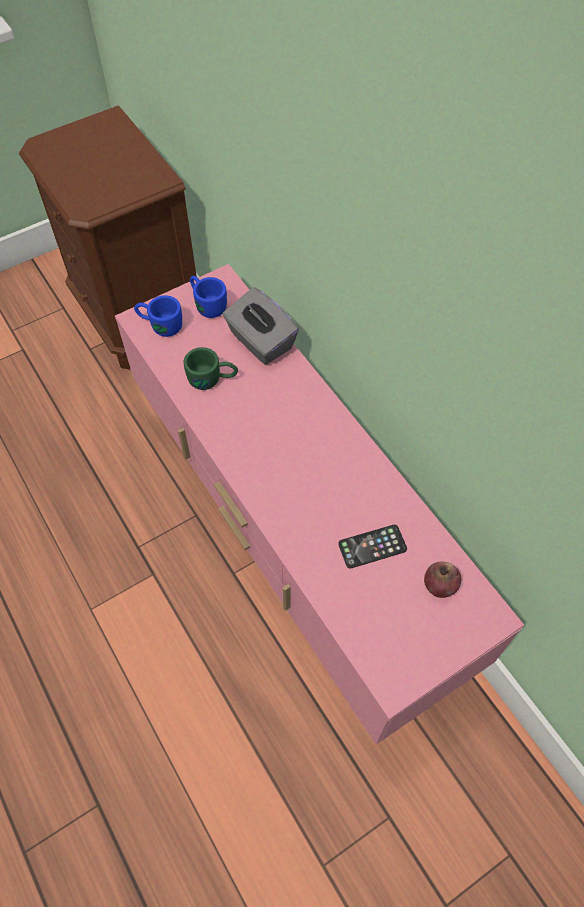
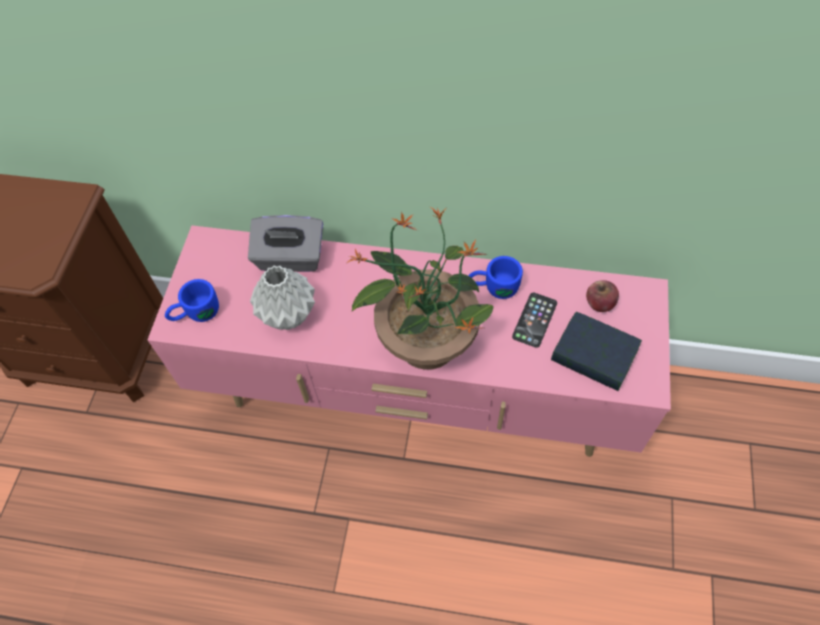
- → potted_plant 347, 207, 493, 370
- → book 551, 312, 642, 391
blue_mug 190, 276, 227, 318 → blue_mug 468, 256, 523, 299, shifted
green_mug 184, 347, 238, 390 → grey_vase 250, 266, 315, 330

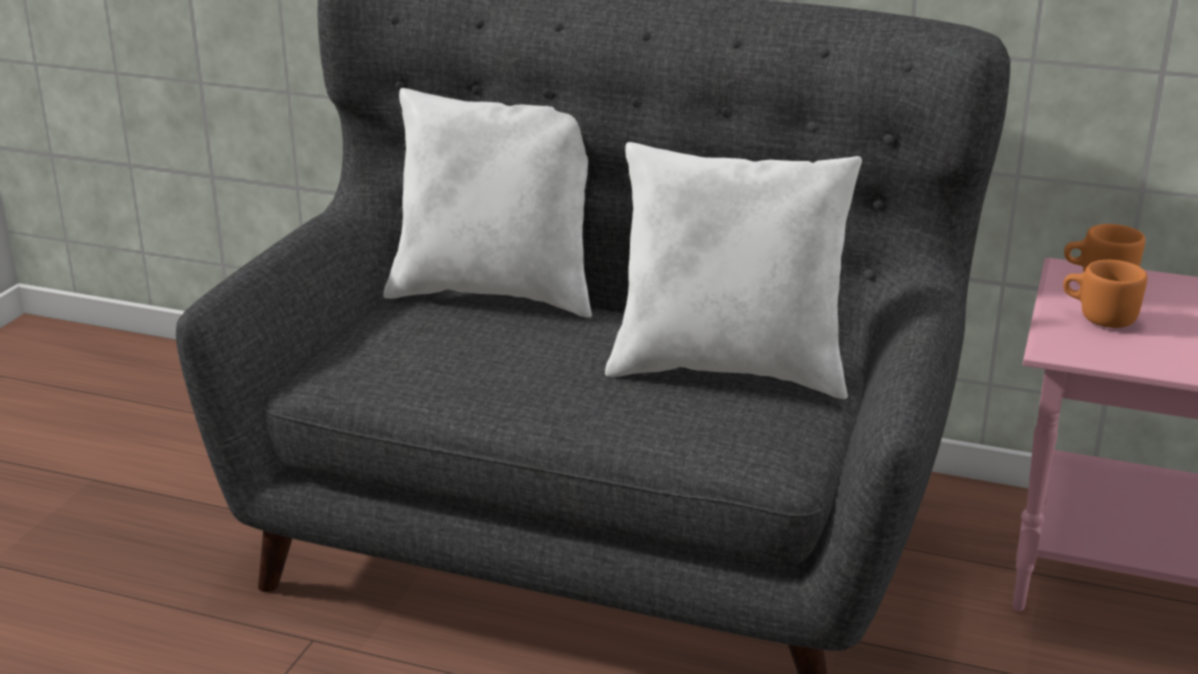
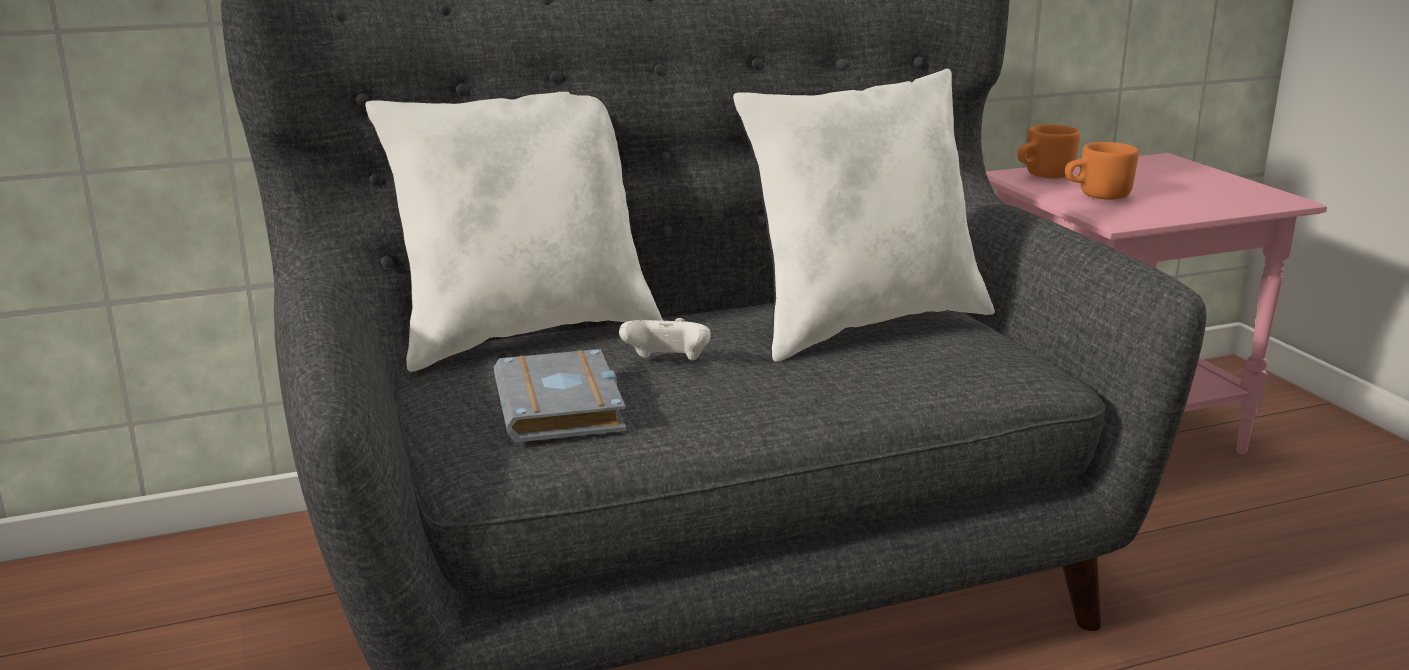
- → grey_book 494, 349, 626, 442
- → white_game_controller 619, 318, 711, 361

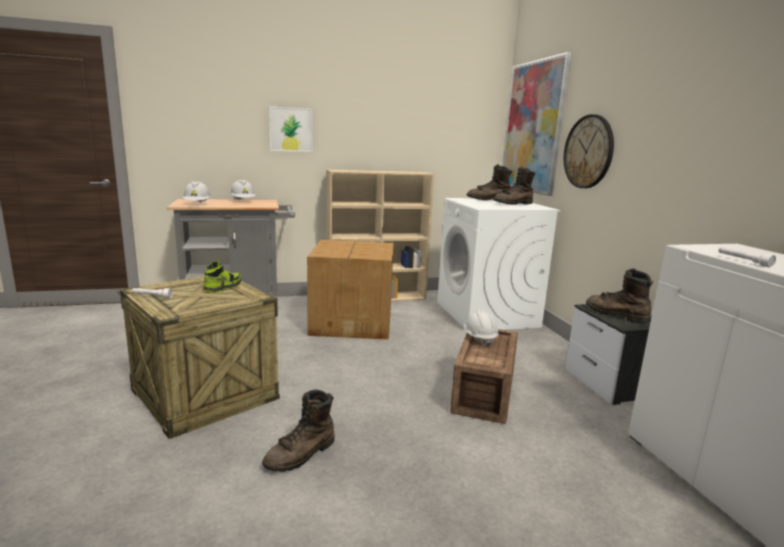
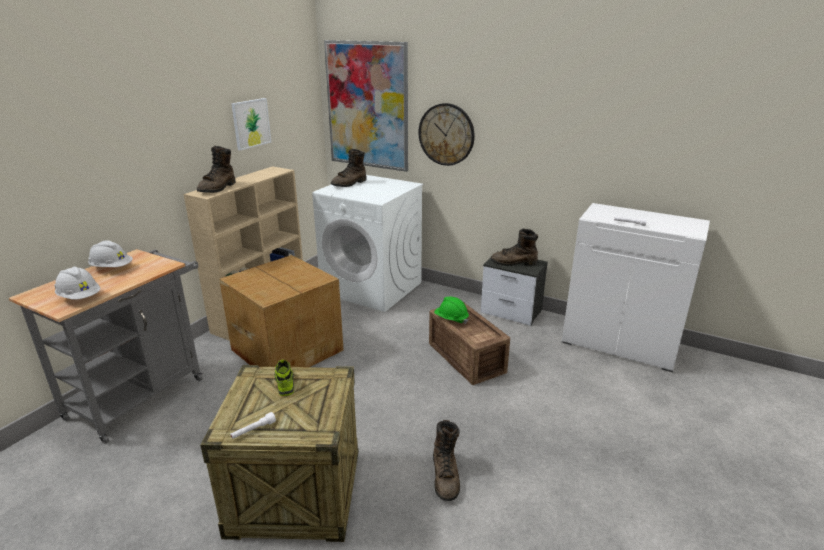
picture 269, 106, 313, 152 → picture 231, 98, 271, 150, shifted
brown_boot 493, 166, 535, 205 → brown_boot 197, 146, 235, 193, shifted
white_hard_hat 464, 310, 499, 347 → green_hard_hat 434, 297, 469, 324

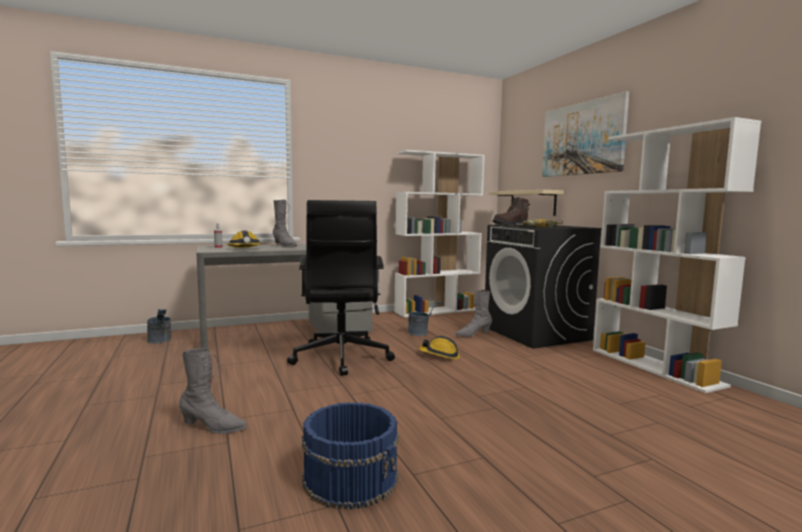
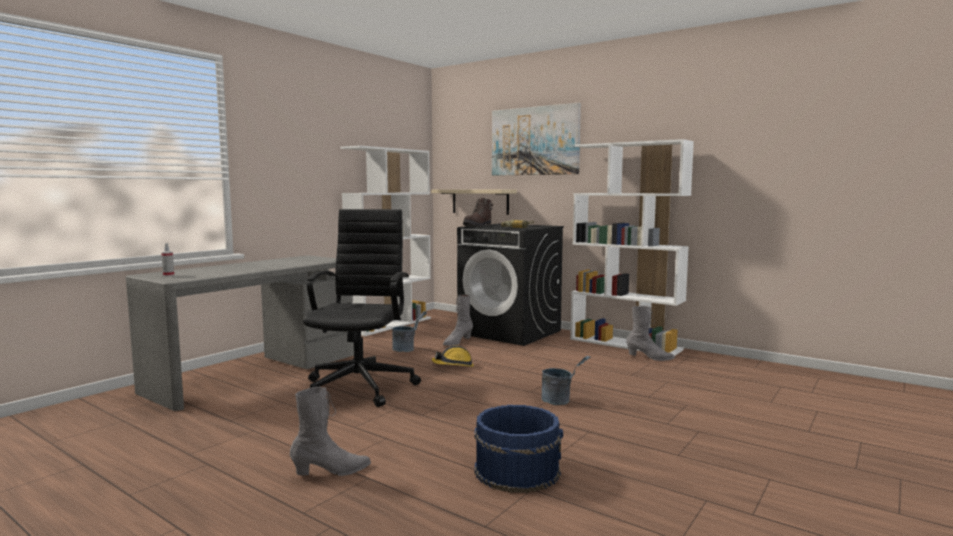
hard_hat 227, 230, 261, 248 → -
grey_bucket 147, 309, 171, 343 → grey_bucket 541, 356, 591, 405, shifted
grey_boot 273, 200, 297, 247 → grey_boot 626, 306, 675, 361, shifted
black_office_chair 287, 200, 395, 376 → black_office_chair 303, 209, 421, 407, 135 degrees counterclockwise

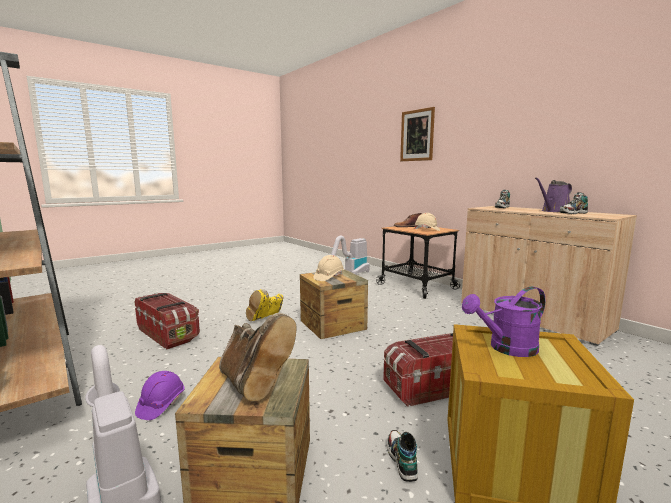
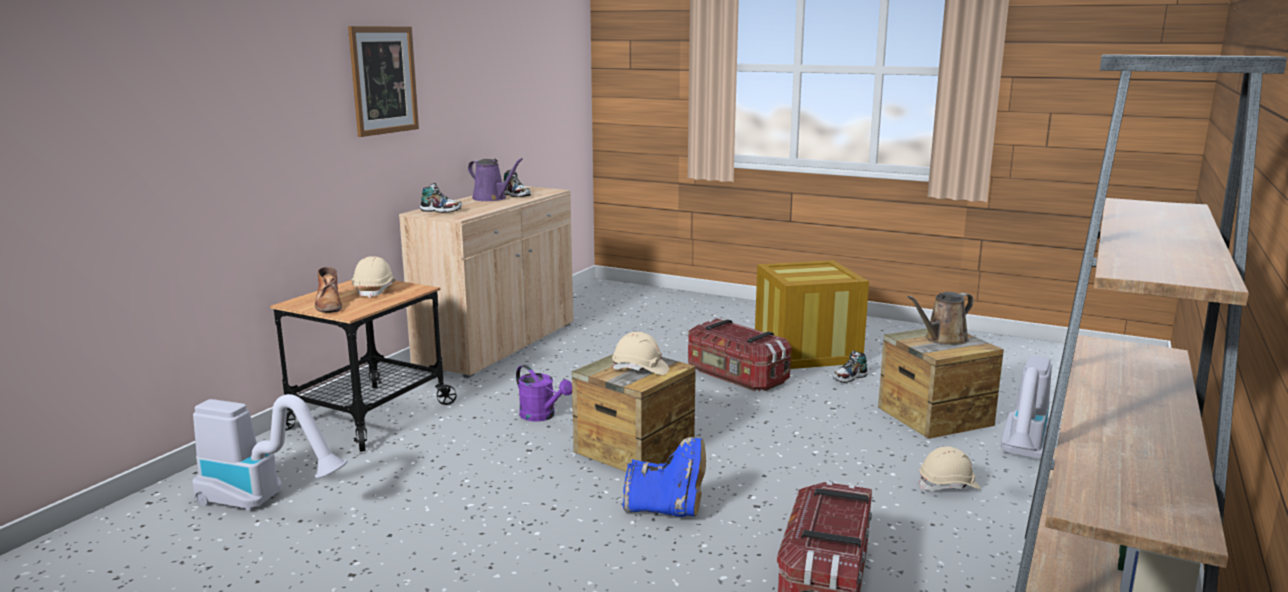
picture 400, 107, 435, 161 → picture 348, 26, 419, 137, shifted
purple_watering_can 462, 286, 545, 357 → purple_watering_can 516, 365, 572, 421, shifted
brown_boot 219, 313, 297, 401 → brown_watering_can 908, 292, 974, 345
purple_hard_hat 135, 371, 184, 420 → beige_hard_hat 919, 446, 981, 491
yellow_boot 246, 289, 284, 321 → blue_boot 622, 437, 706, 517

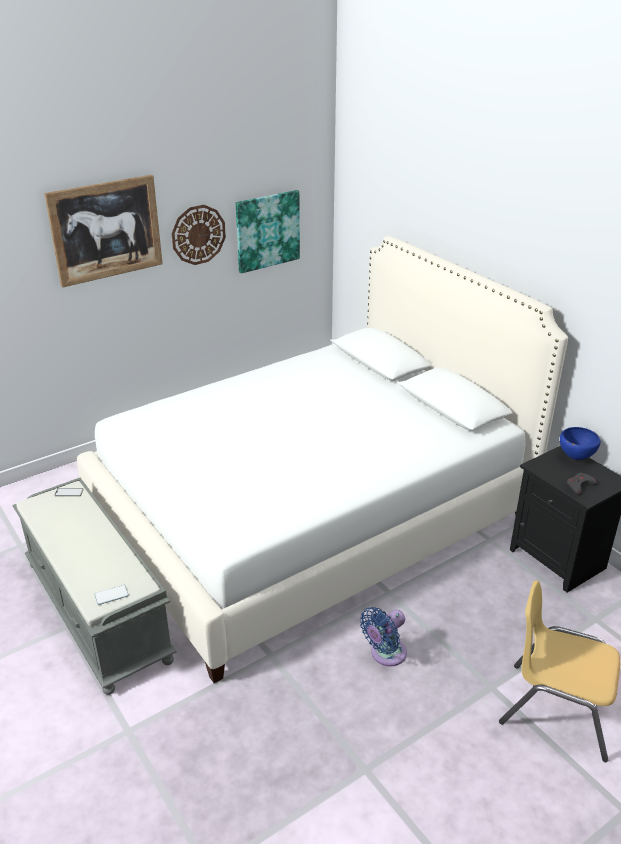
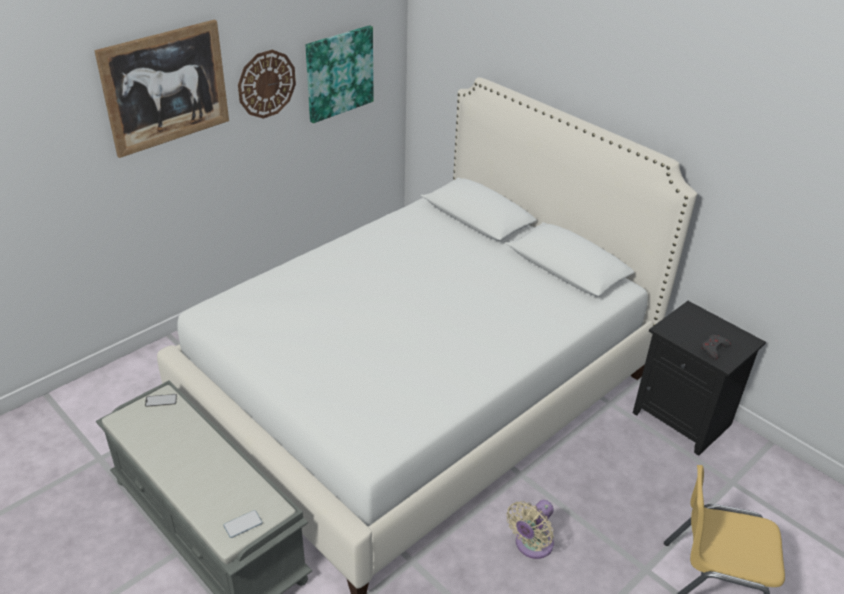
blue_bowl 560, 427, 601, 460 → -
blue_fan 360, 607, 407, 666 → beige_fan 507, 500, 554, 559

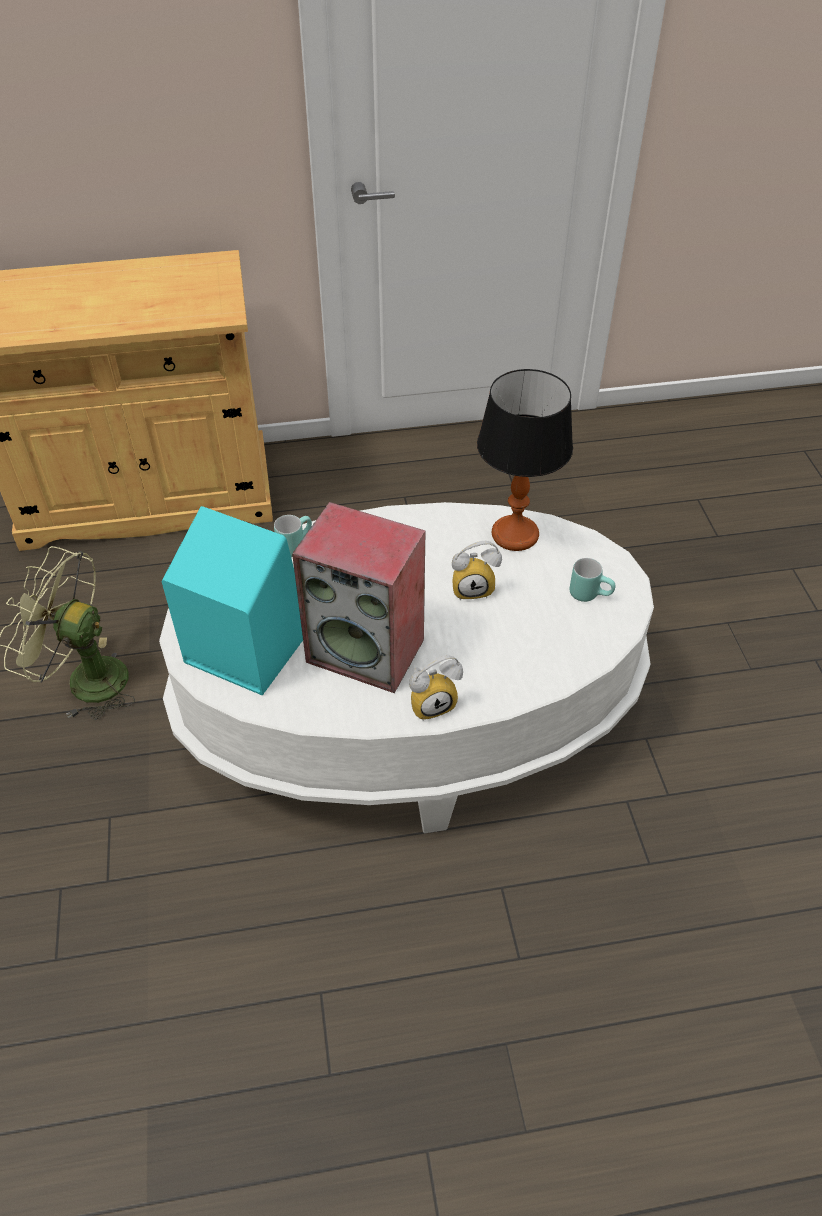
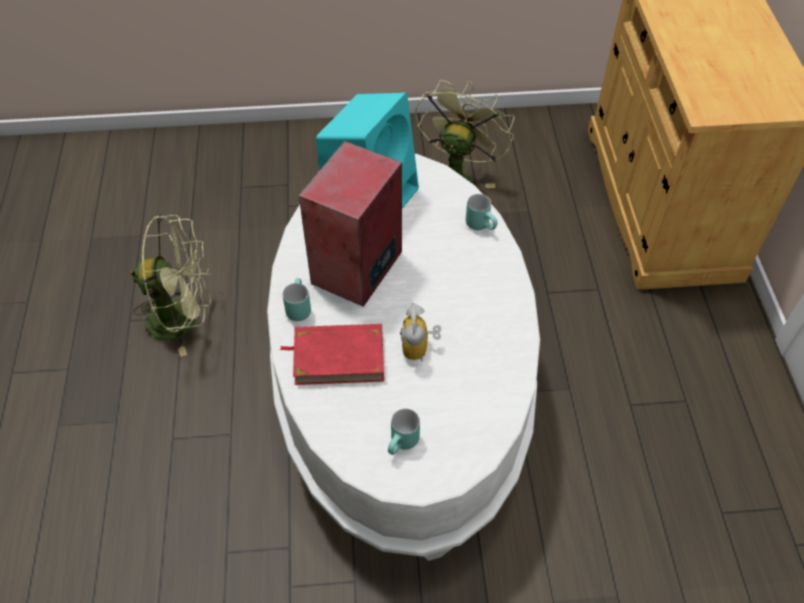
table_lamp 477, 369, 573, 551 → -
- → green_fan 130, 215, 211, 357
- → red_book 279, 324, 384, 385
alarm_clock 409, 655, 463, 720 → turquoise_mug 283, 278, 311, 321

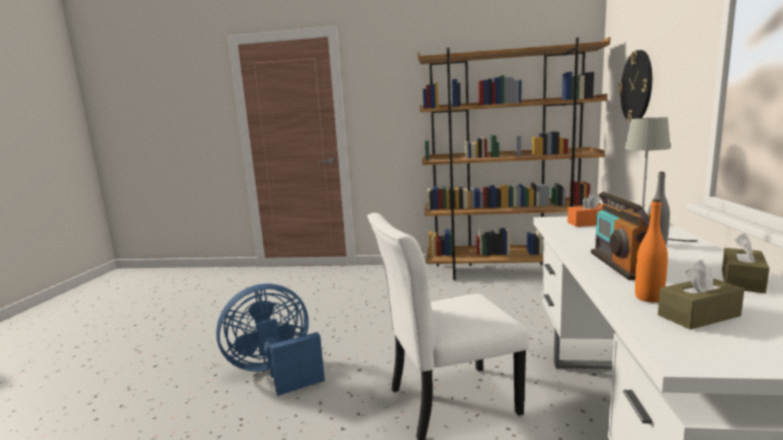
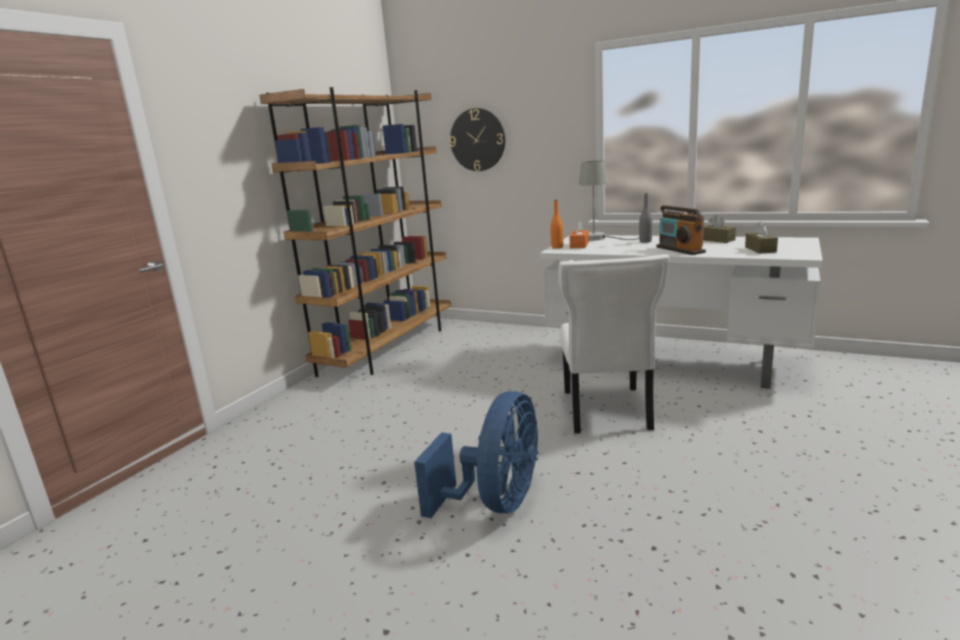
orange_bottle 635, 199, 668, 302 → orange_bottle 550, 200, 563, 249, shifted
blue_fan 216, 284, 325, 396 → blue_fan 414, 391, 538, 518, 150 degrees counterclockwise
radio 591, 192, 651, 280 → radio 657, 205, 706, 255, 45 degrees clockwise

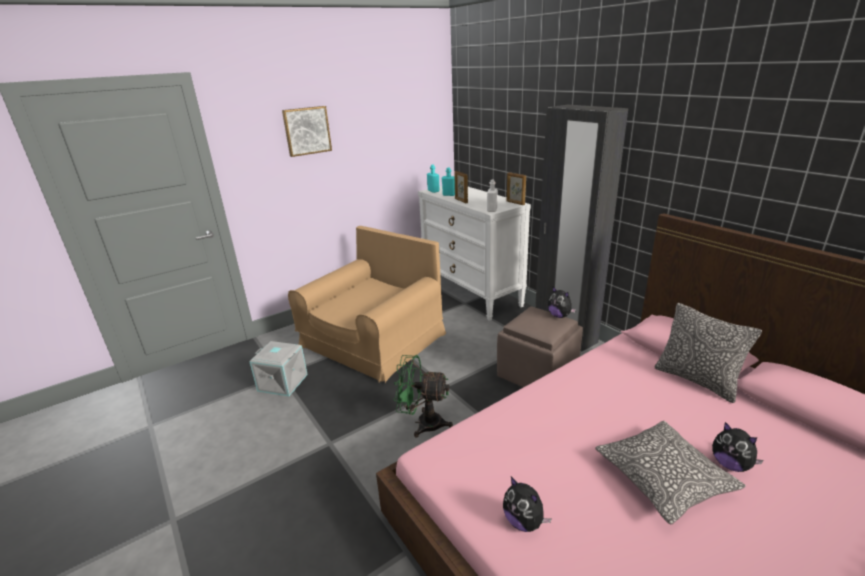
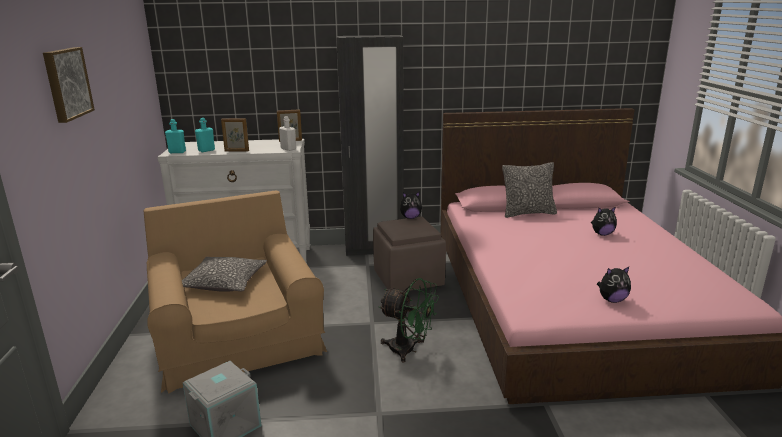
pillow 595, 421, 746, 524 → pillow 182, 257, 267, 292, shifted
green_fan 393, 355, 453, 438 → green_fan 379, 278, 439, 362, 105 degrees counterclockwise

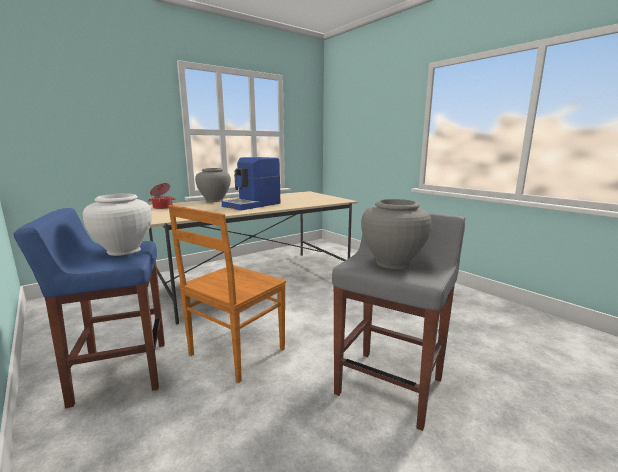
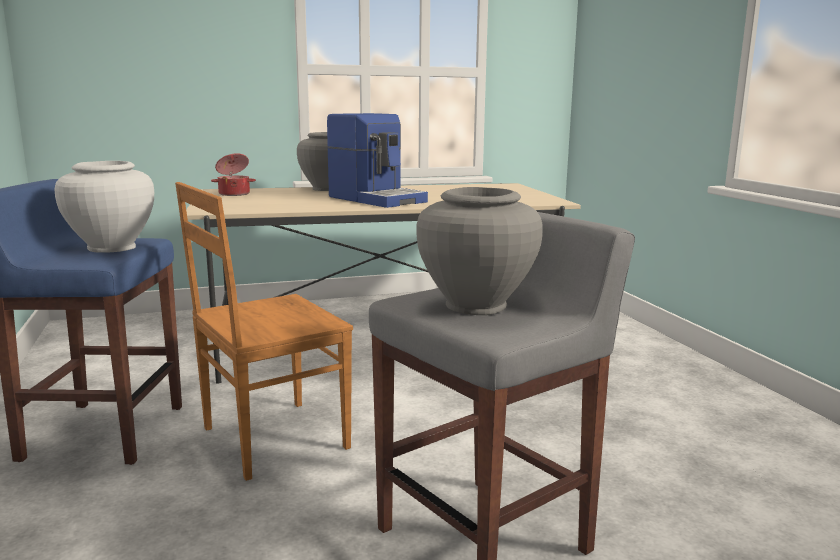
coffee_machine 222, 157, 280, 211 → coffee_machine 327, 113, 428, 208, 105 degrees counterclockwise

